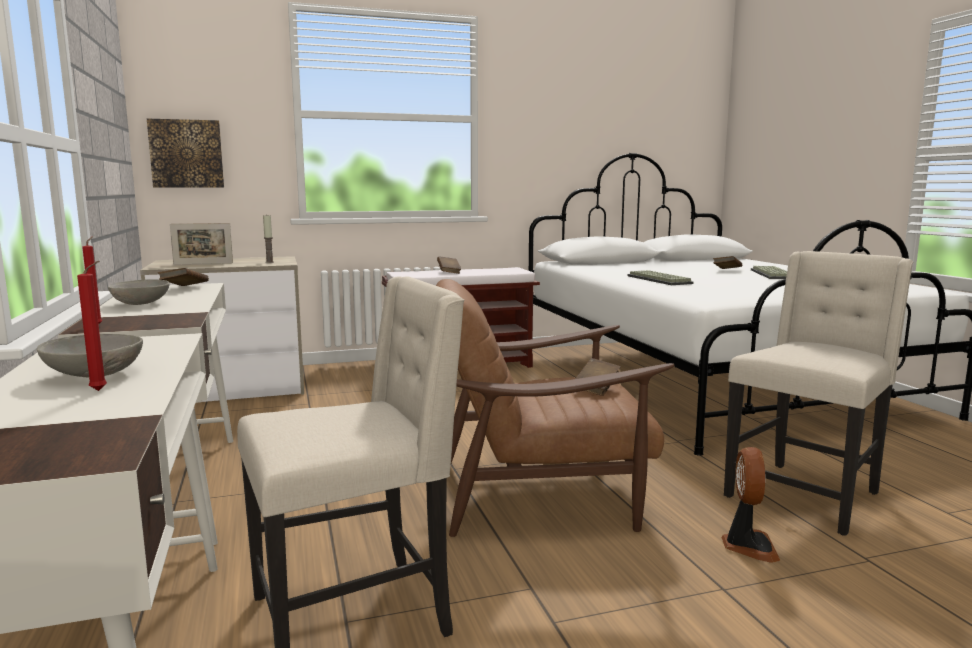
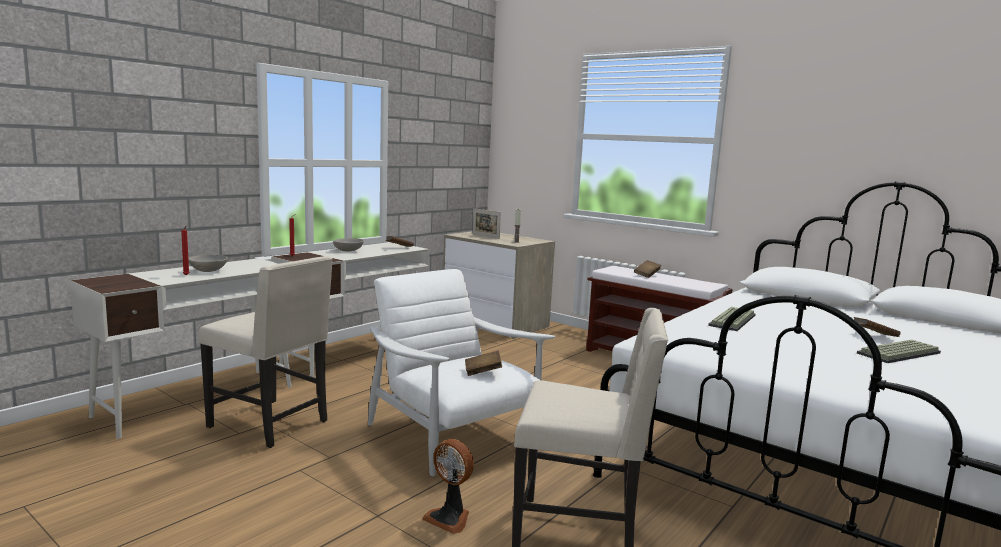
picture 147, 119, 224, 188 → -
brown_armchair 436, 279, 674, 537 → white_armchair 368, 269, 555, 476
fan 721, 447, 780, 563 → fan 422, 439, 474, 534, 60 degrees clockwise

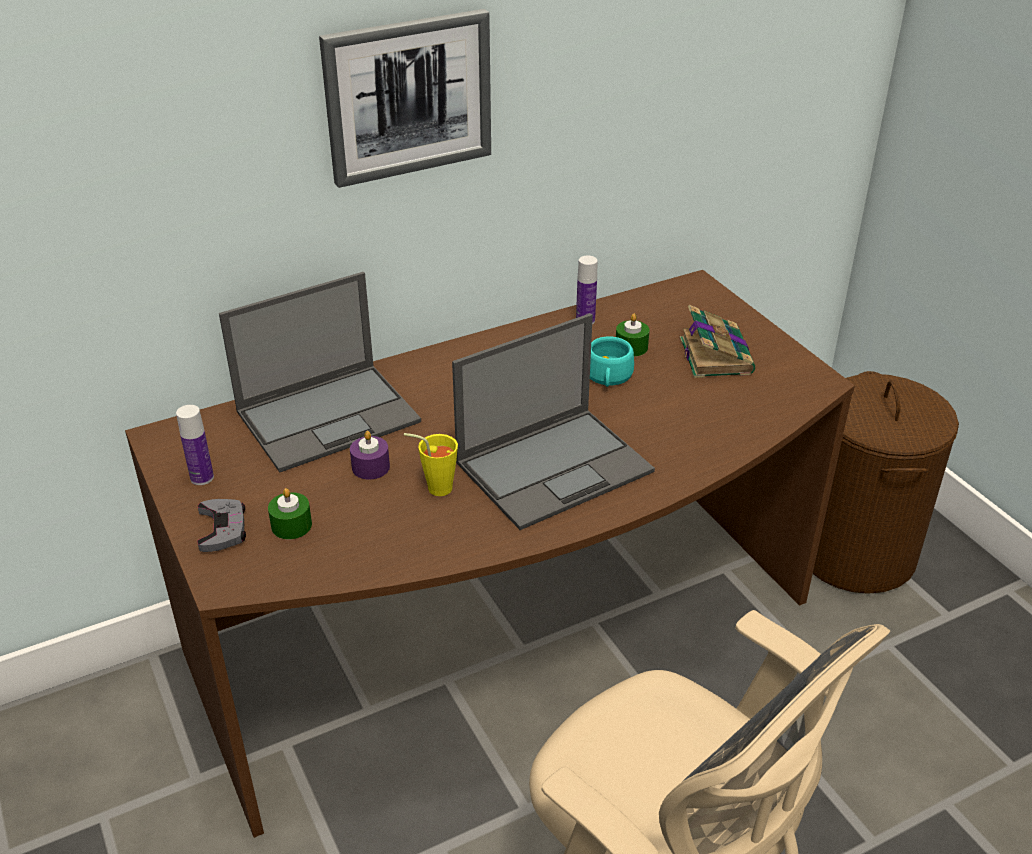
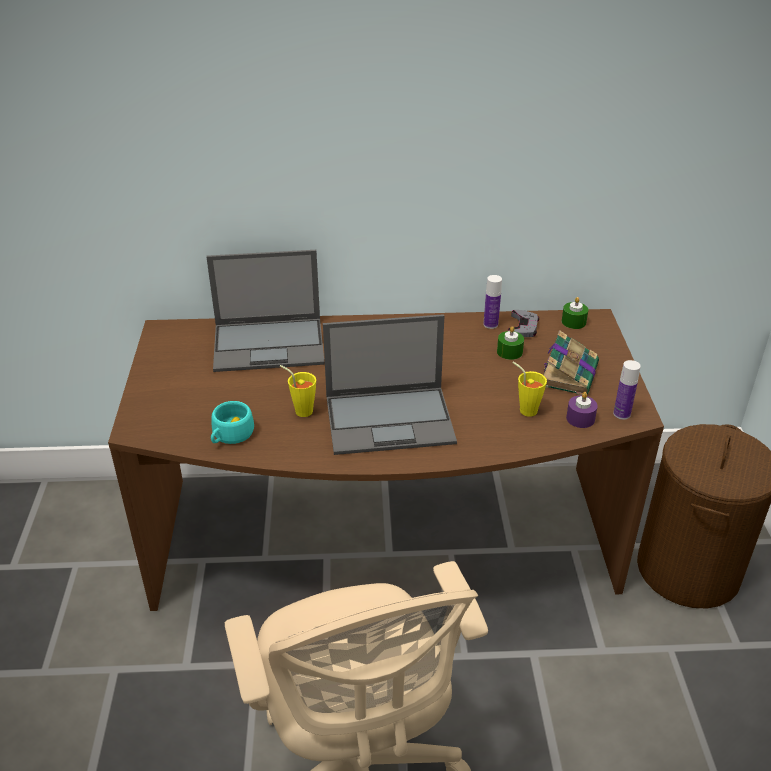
picture 319, 9, 491, 188 → -
- → yellow_cup 512, 362, 547, 417
bottle 176, 405, 214, 485 → bottle 613, 360, 641, 420, shifted
grey_game_controller 197, 499, 246, 552 → grey_game_controller 508, 310, 539, 337, shifted
green_candle 268, 488, 312, 539 → green_candle 562, 297, 588, 329, shifted
purple_candle 350, 431, 390, 480 → purple_candle 566, 392, 598, 428, shifted
turquoise_cup 590, 336, 634, 387 → turquoise_cup 211, 401, 254, 444, shifted

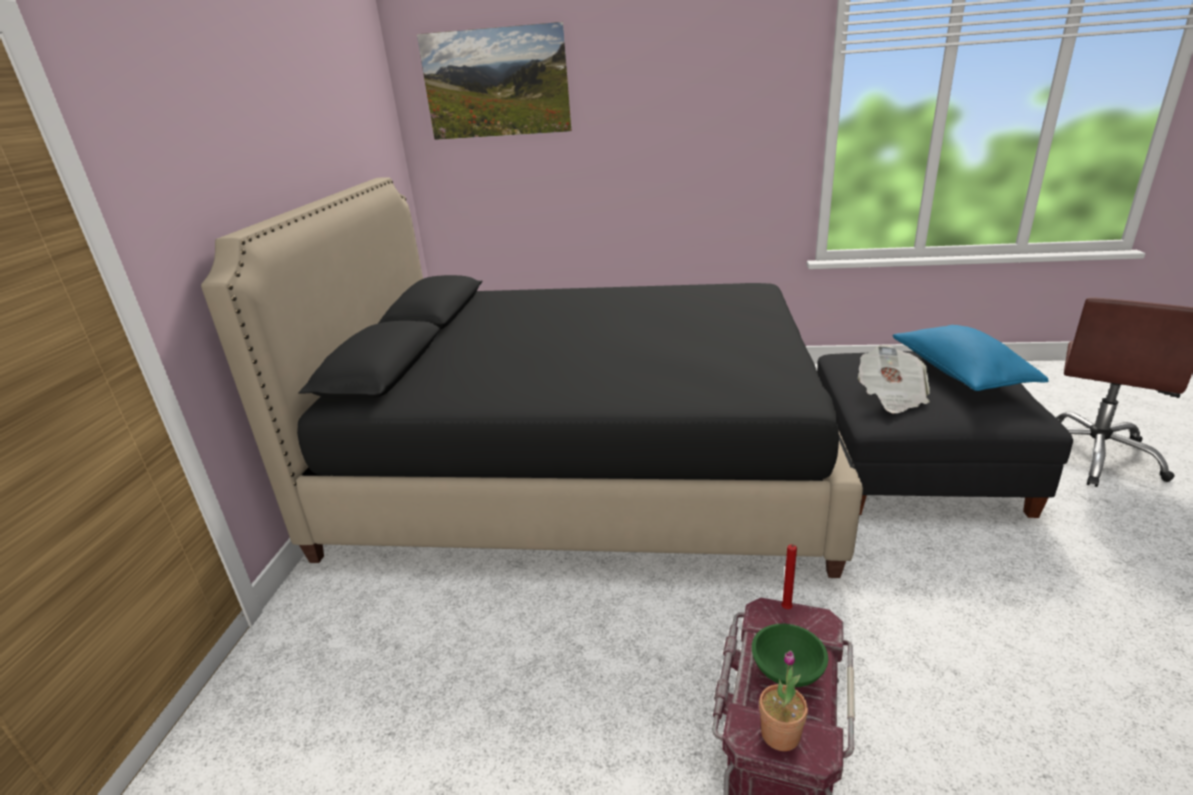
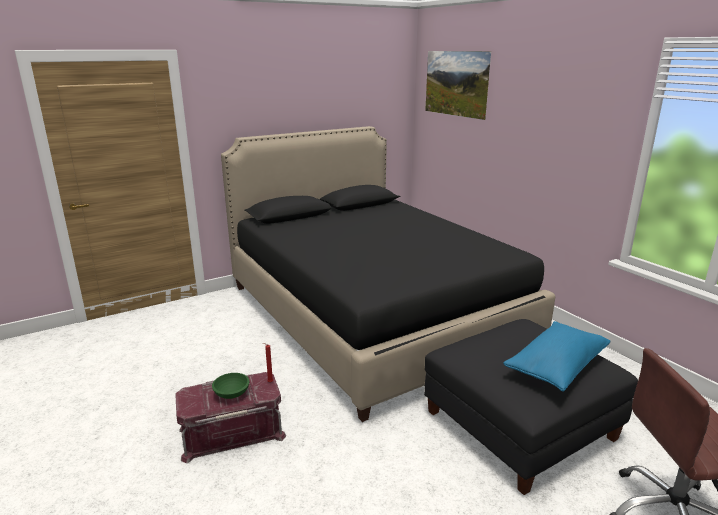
potted_plant 759, 650, 808, 751 → -
newspaper 857, 345, 930, 414 → -

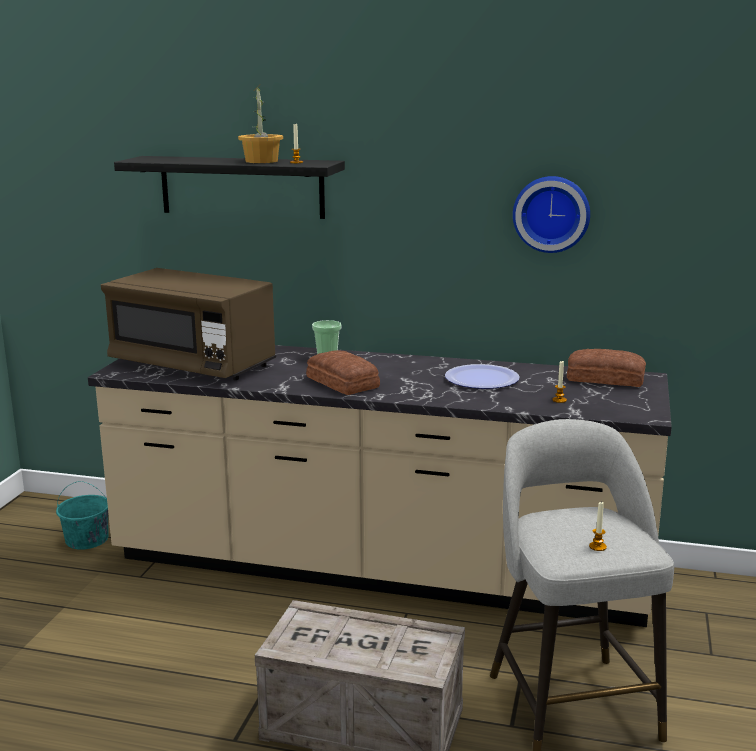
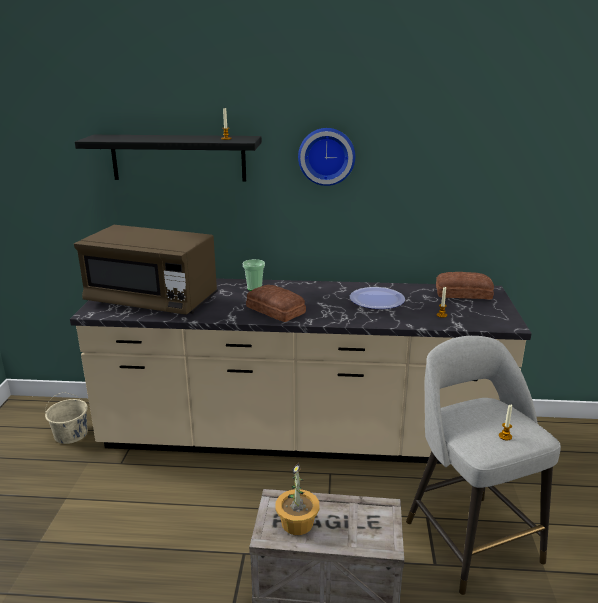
potted_plant 238, 87, 283, 163 → potted_plant 275, 463, 320, 535, shifted
wall_clock 513, 176, 590, 253 → wall_clock 298, 128, 355, 186, shifted
turquoise_bucket 56, 481, 108, 550 → beige_bucket 45, 392, 88, 444

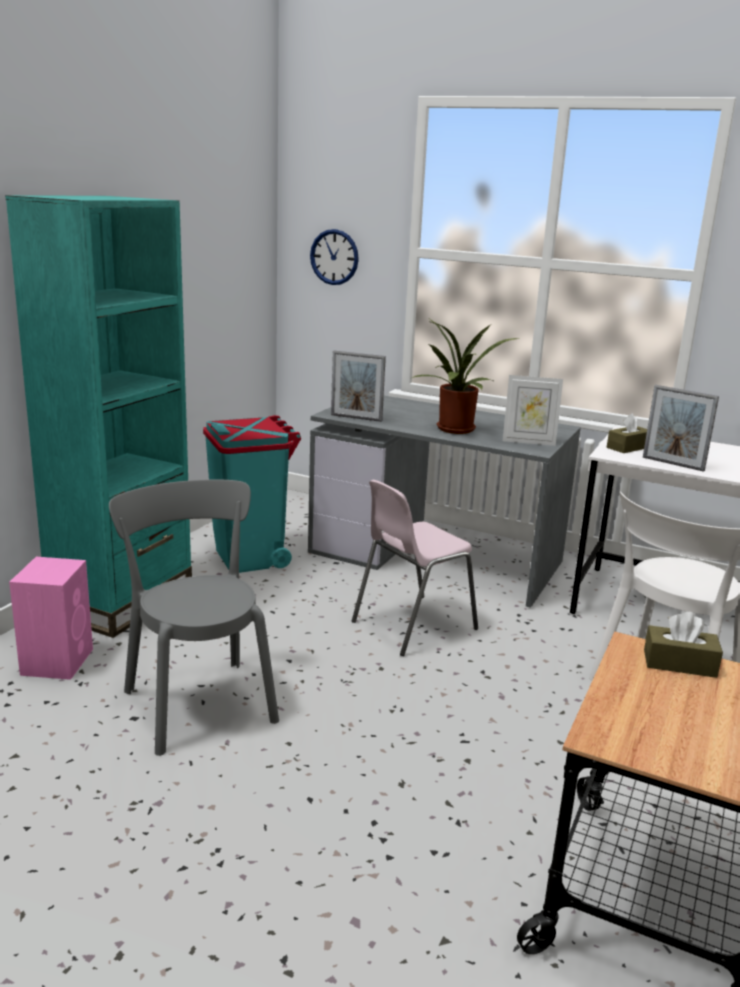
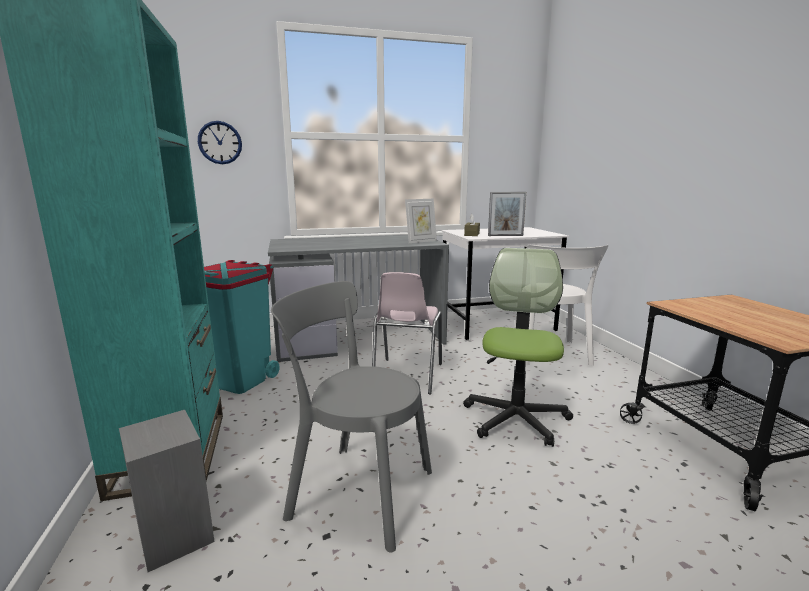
picture_frame 331, 351, 386, 422 → -
potted_plant 412, 319, 519, 434 → -
brown_tissue_box 644, 612, 723, 678 → -
- → office_chair 463, 248, 573, 447
pink_speaker 9, 557, 93, 680 → grey_speaker 119, 410, 215, 572

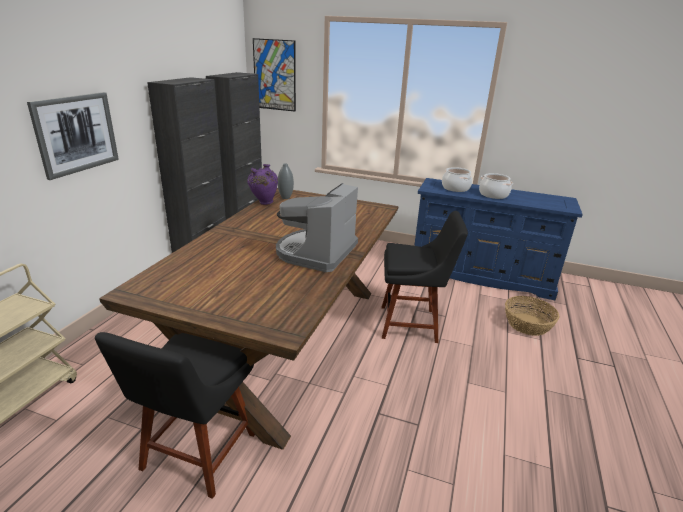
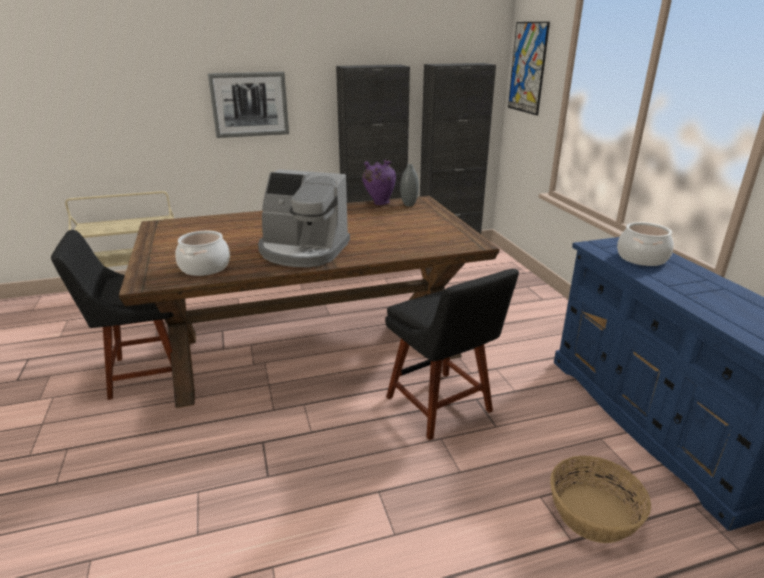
cooking_pot 479, 173, 513, 199 → cooking_pot 175, 231, 230, 276, shifted
coffee_machine 276, 183, 358, 272 → coffee_machine 258, 169, 350, 267, 150 degrees counterclockwise

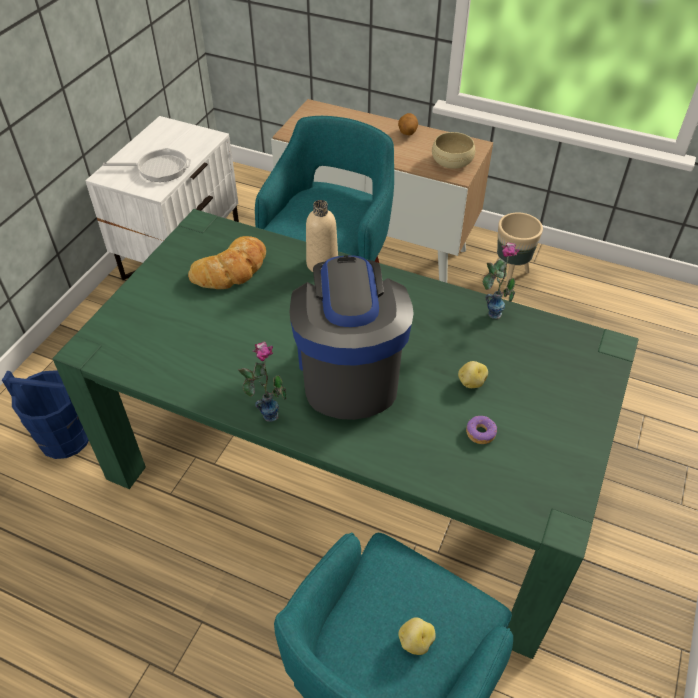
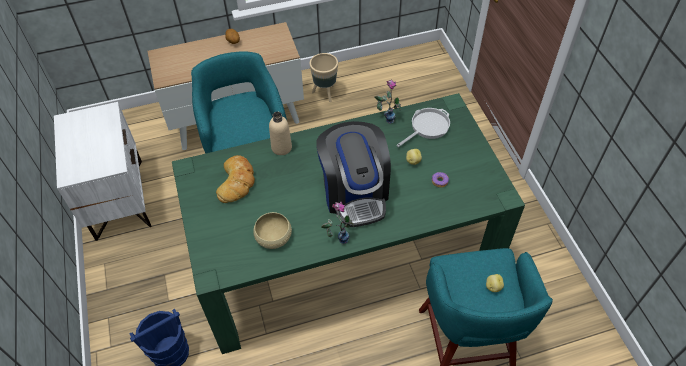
frying_pan 103, 148, 191, 182 → frying_pan 396, 108, 450, 147, shifted
beige_bowl 432, 132, 475, 169 → beige_bowl 253, 212, 292, 249, shifted
coffee_machine 290, 255, 414, 420 → coffee_machine 316, 121, 391, 227, 150 degrees counterclockwise

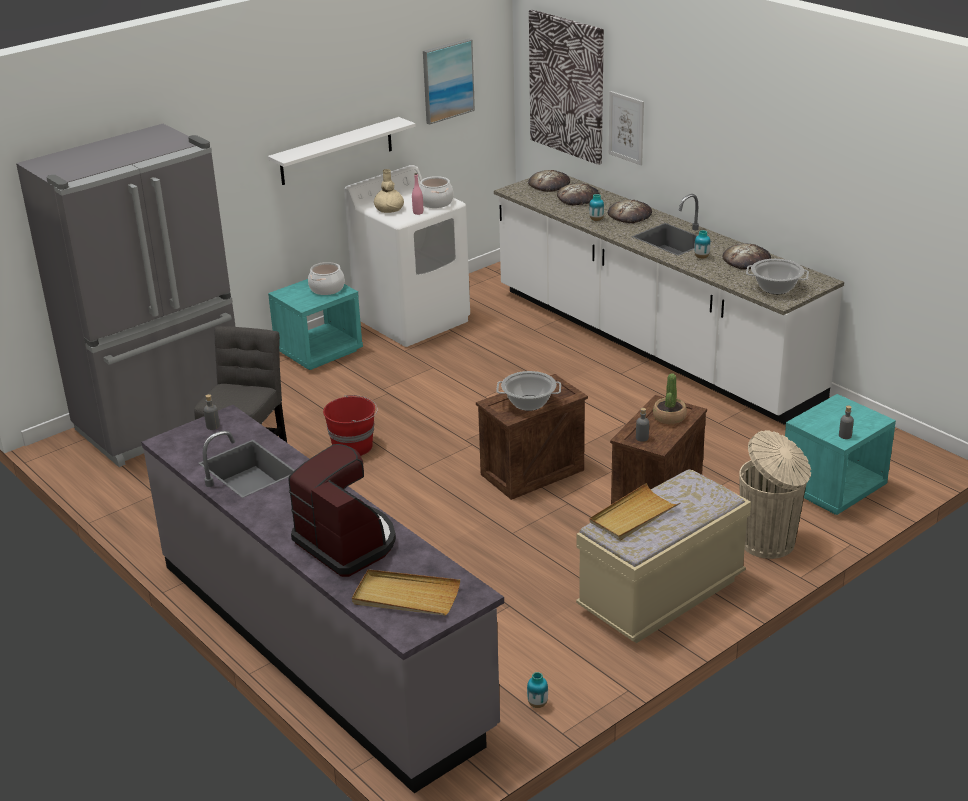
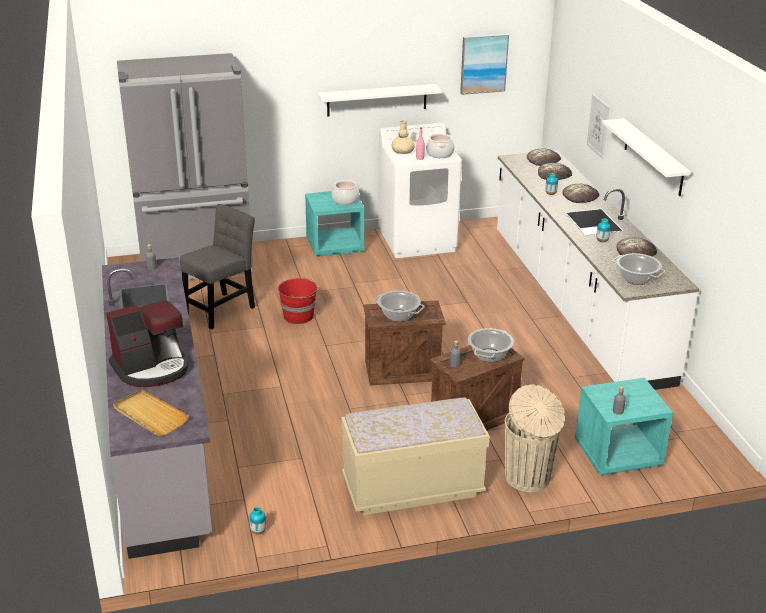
picture 529, 10, 604, 165 → -
beige_tray 590, 483, 681, 541 → -
- → white_shelf 602, 118, 691, 196
potted_plant 653, 373, 687, 424 → cooking_pot 468, 328, 514, 362
coffee_machine 288, 444, 396, 577 → coffee_machine 106, 300, 188, 387, 75 degrees clockwise

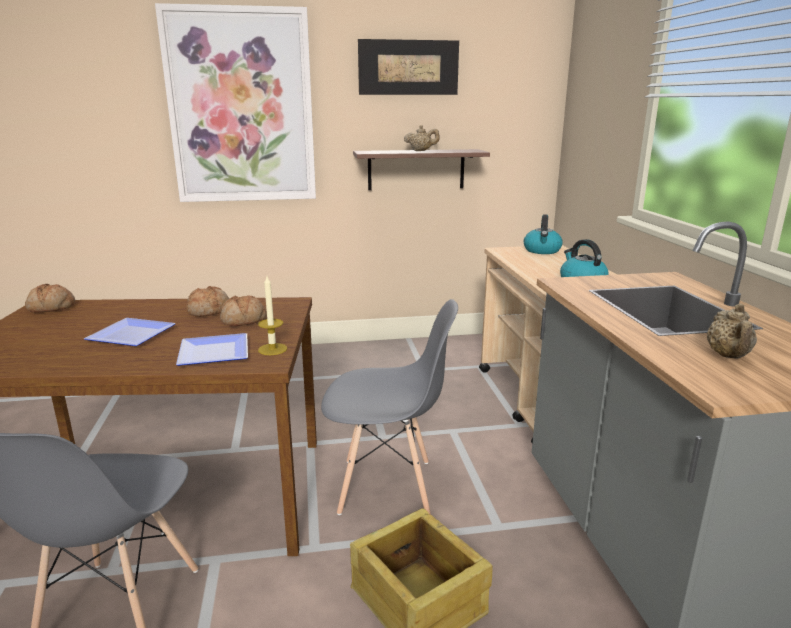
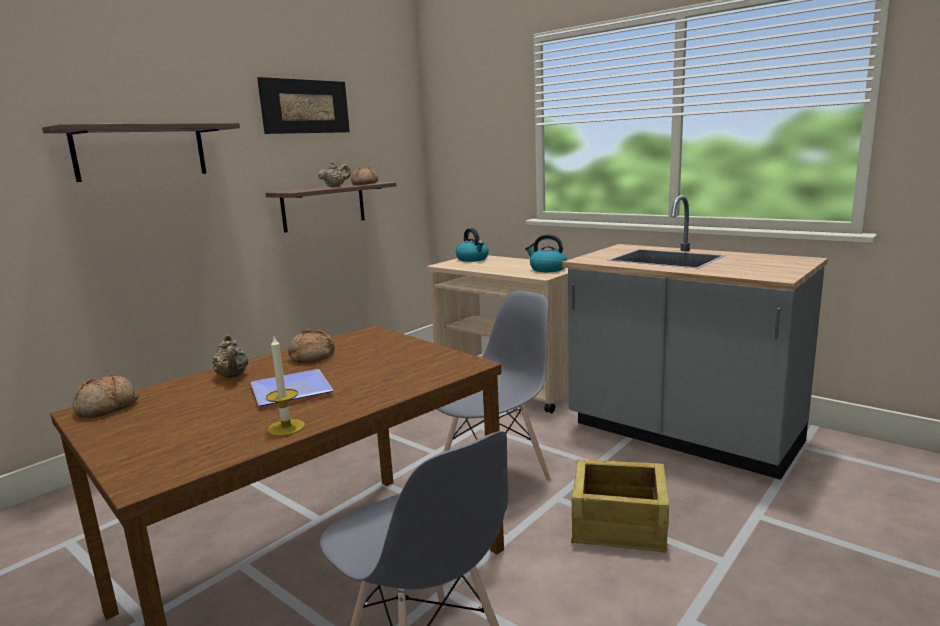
plate 176, 333, 248, 366 → -
bread 220, 295, 266, 326 → bread 351, 168, 378, 185, shifted
candle 258, 276, 287, 355 → candle 266, 337, 305, 436, shifted
beige_teapot 707, 304, 757, 359 → beige_teapot 212, 335, 248, 378, shifted
picture 155, 3, 316, 202 → shelf 42, 123, 240, 182

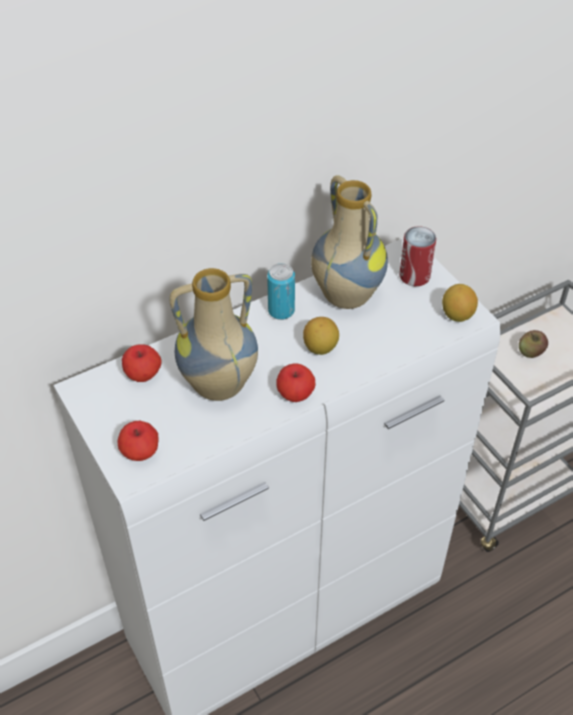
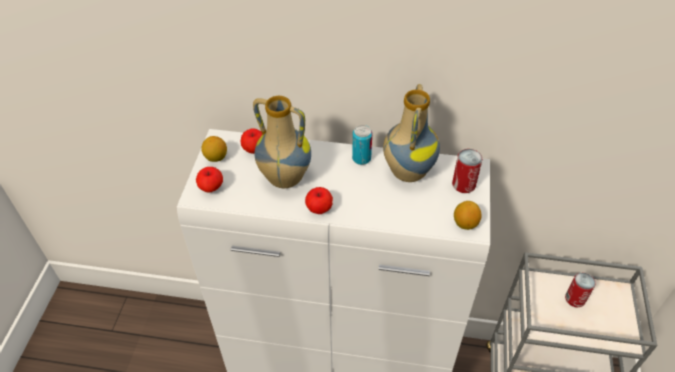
lemon 303, 317, 339, 355 → lemon 201, 136, 227, 162, shifted
apple 519, 330, 548, 358 → can 565, 273, 596, 307

